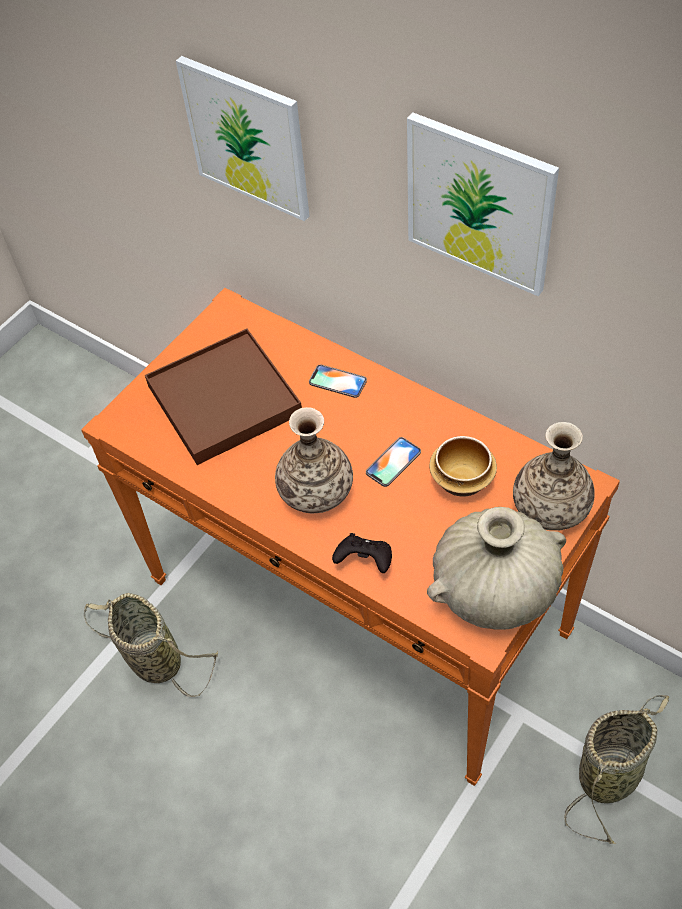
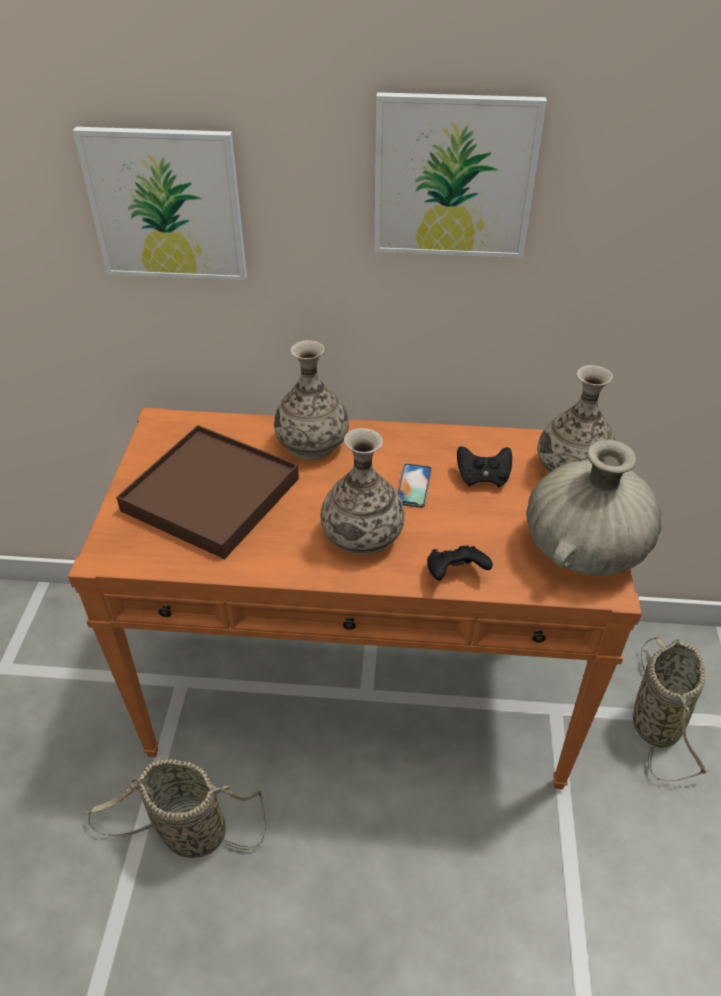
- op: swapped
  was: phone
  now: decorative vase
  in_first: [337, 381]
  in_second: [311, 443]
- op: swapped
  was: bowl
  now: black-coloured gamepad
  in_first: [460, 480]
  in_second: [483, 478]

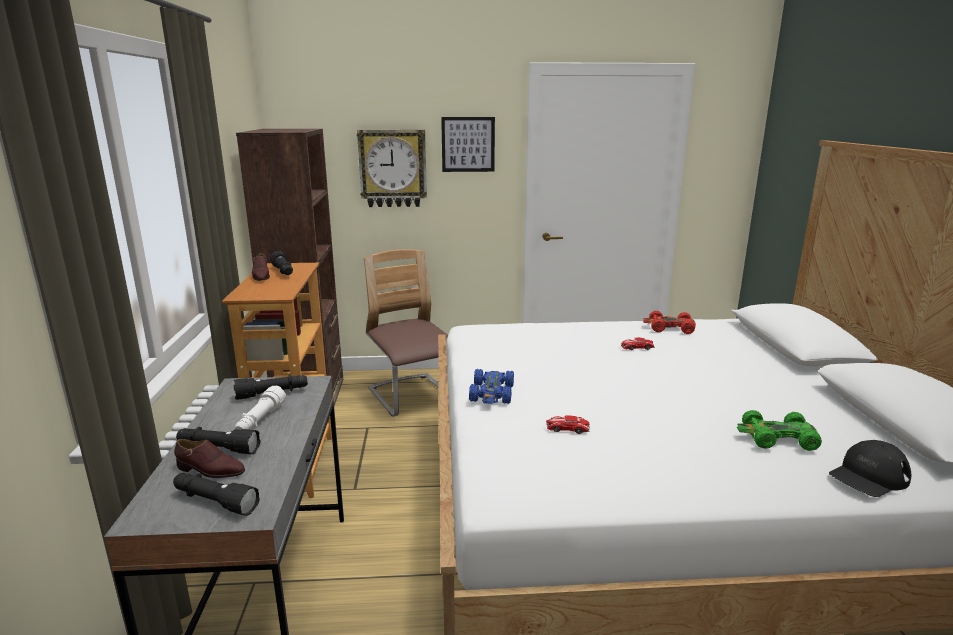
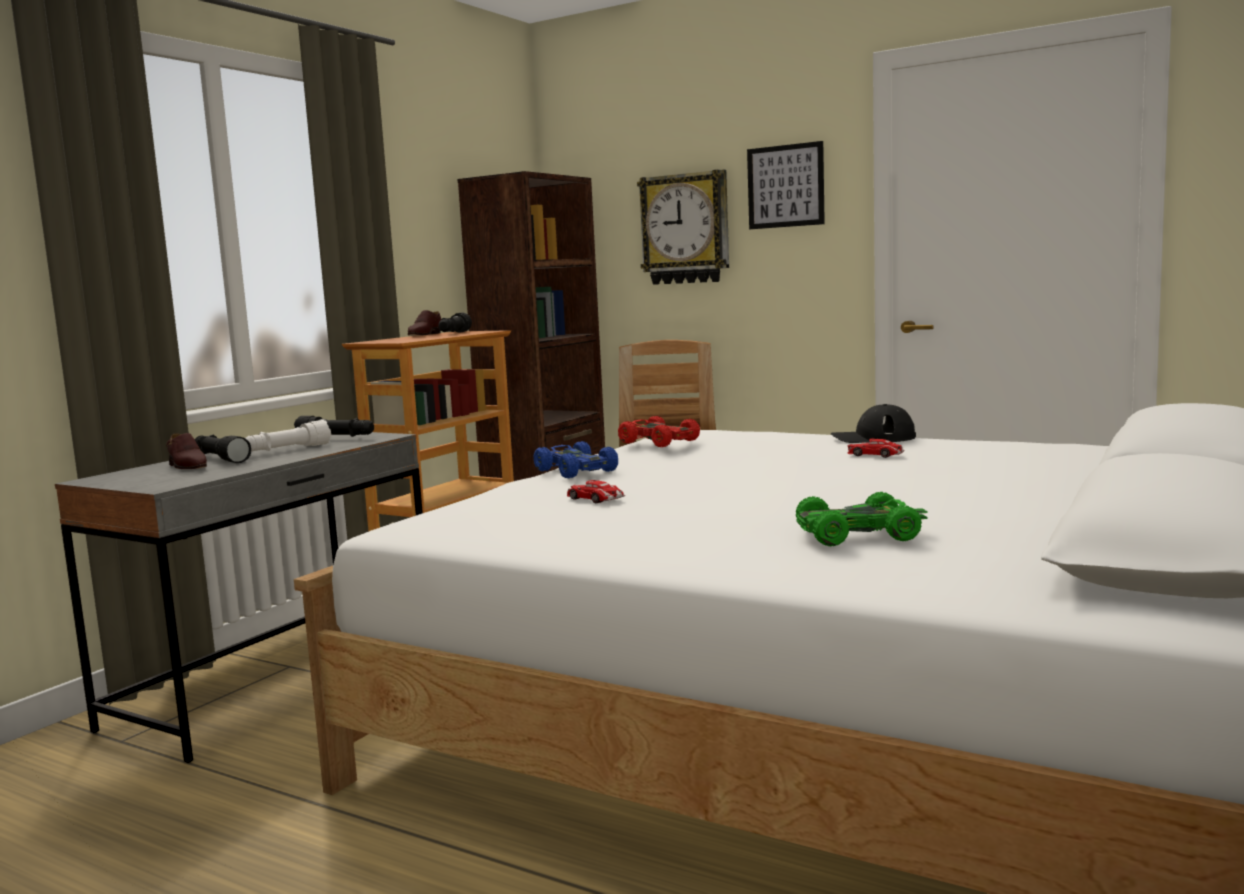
- op: rotated
  was: blue toy car
  in_first: [492, 394]
  in_second: [574, 471]
  clockwise: 105
- op: shifted
  was: red toy car
  in_first: [669, 328]
  in_second: [657, 442]
- op: rotated
  was: green-coloured toy car
  in_first: [777, 438]
  in_second: [859, 534]
  clockwise: 135
- op: shifted
  was: black-coloured peaked cap
  in_first: [868, 476]
  in_second: [873, 438]
- op: gone
  was: black-coloured flashlight
  in_first: [215, 501]

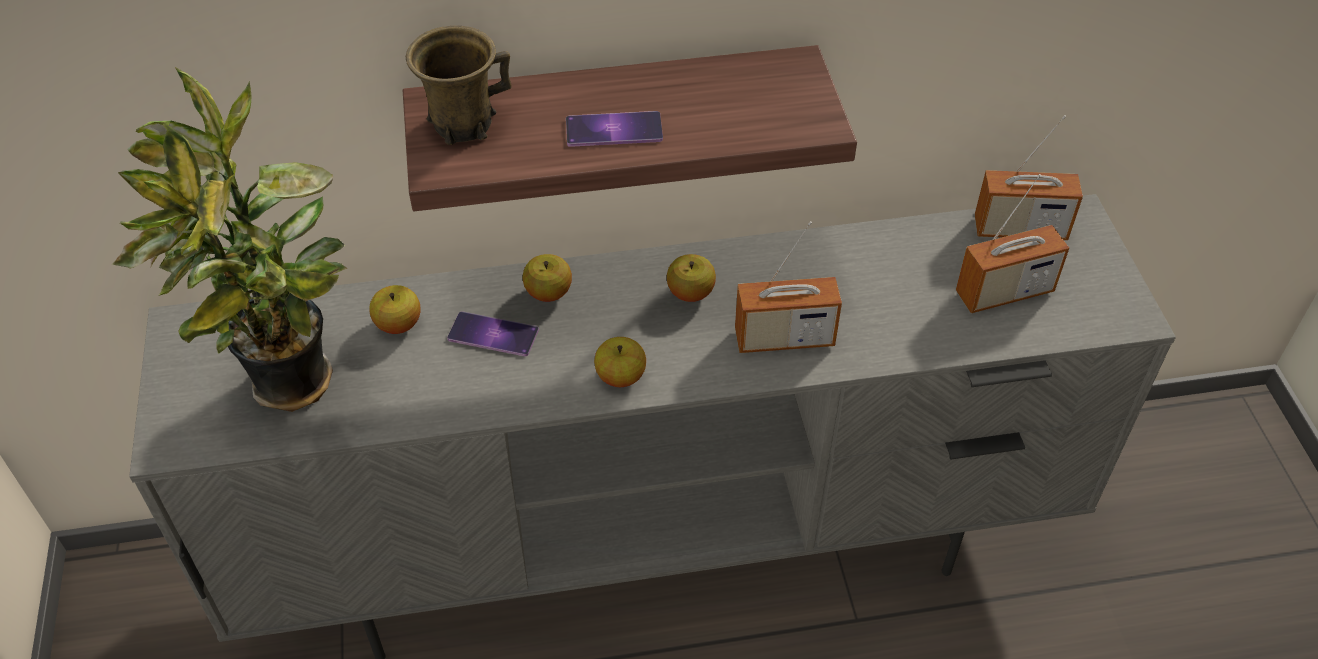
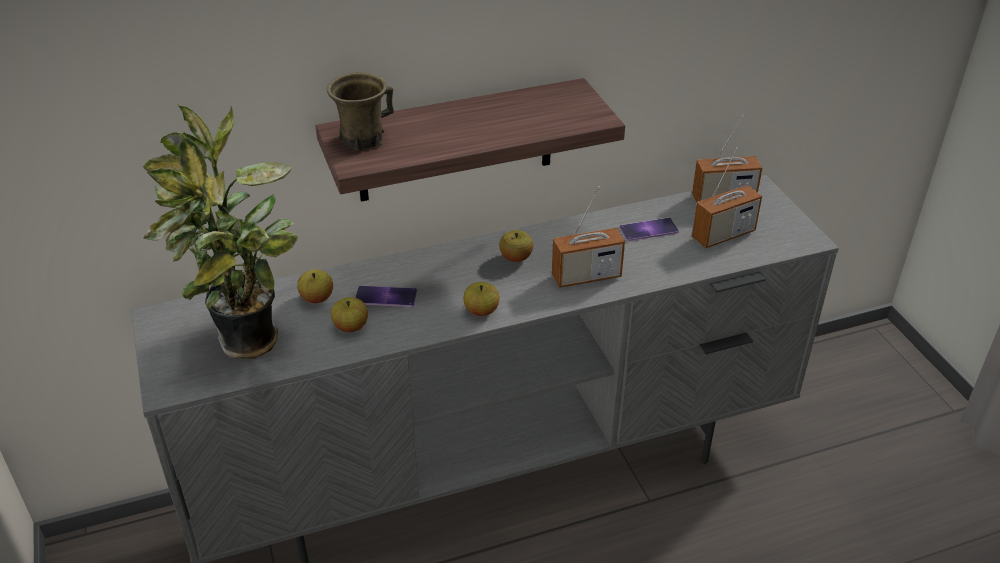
- op: shifted
  was: apple
  in_first: [548, 293]
  in_second: [351, 327]
- op: shifted
  was: phone
  in_first: [614, 129]
  in_second: [648, 230]

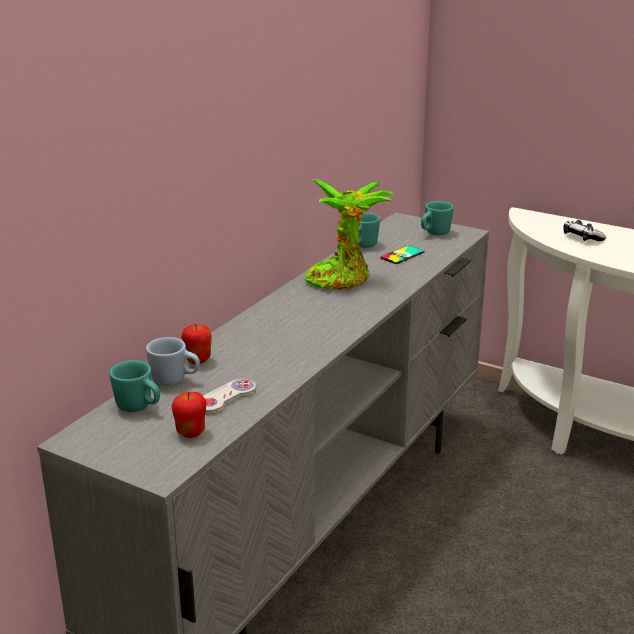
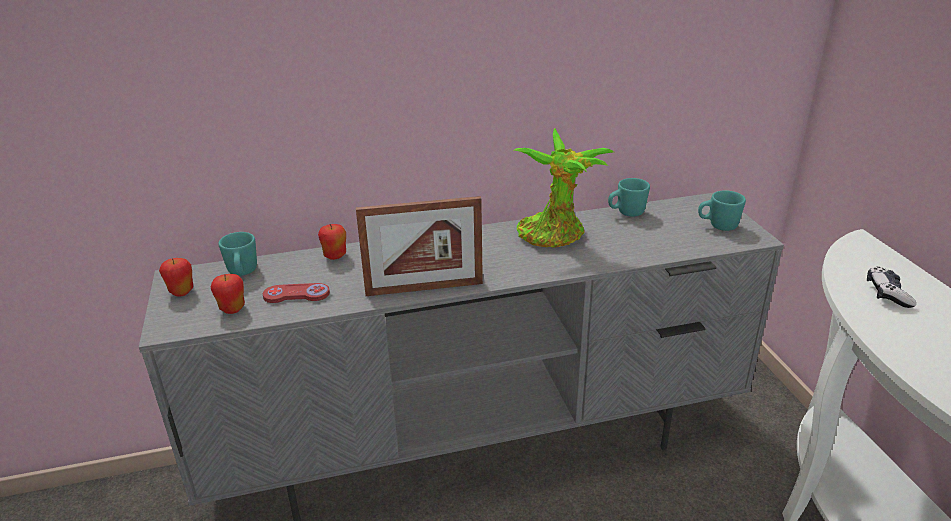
- op: new
  now: apple
  in_second: [181, 292]
- op: repainted
  was: white gamepad
  now: red gamepad
  in_first: [226, 398]
  in_second: [296, 295]
- op: new
  now: picture frame
  in_second: [424, 288]
- op: gone
  was: blue mug
  in_first: [175, 381]
- op: gone
  was: phone
  in_first: [402, 255]

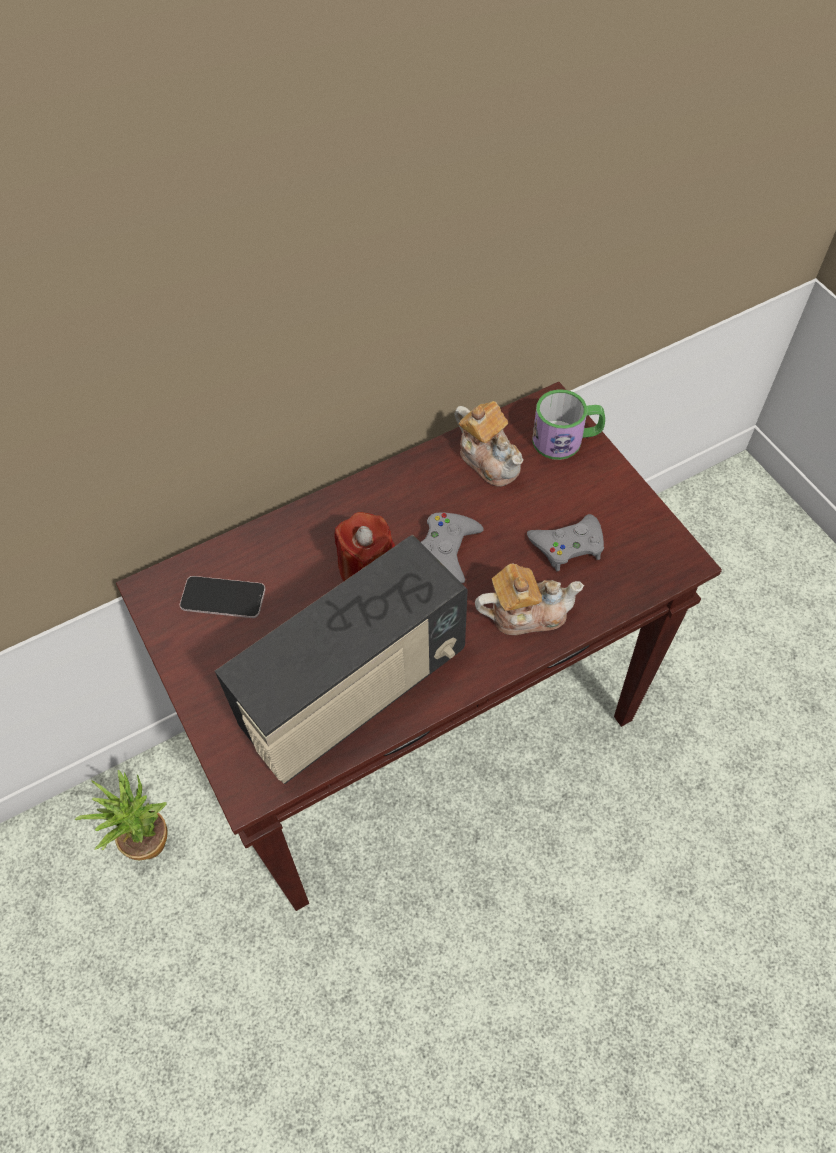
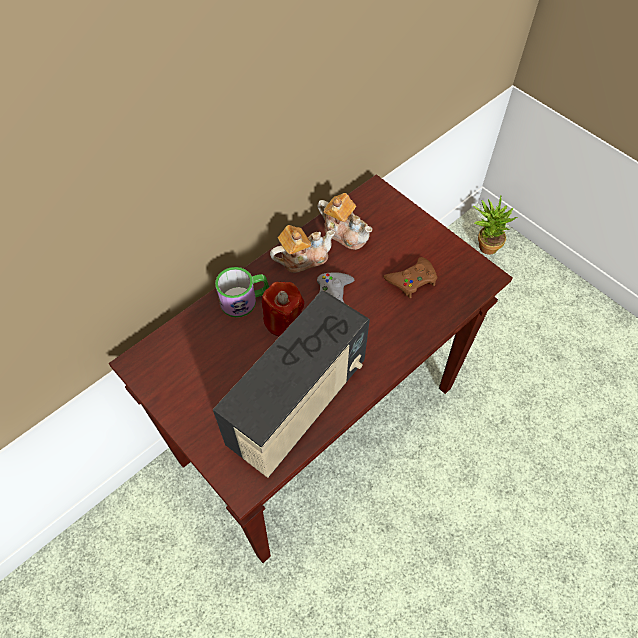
- op: shifted
  was: mug
  in_first: [566, 439]
  in_second: [245, 300]
- op: shifted
  was: tea pot
  in_first: [526, 613]
  in_second: [303, 258]
- op: repainted
  was: gray gamepad
  now: brown-coloured gamepad
  in_first: [568, 545]
  in_second: [412, 280]
- op: shifted
  was: plant in a pot
  in_first: [144, 837]
  in_second: [484, 245]
- op: gone
  was: phone
  in_first: [223, 598]

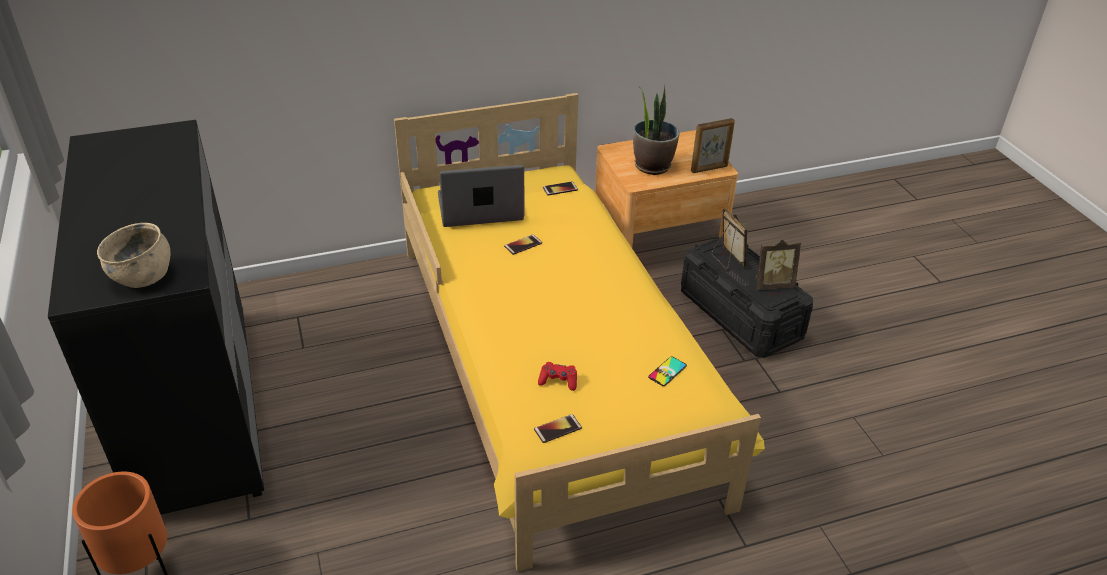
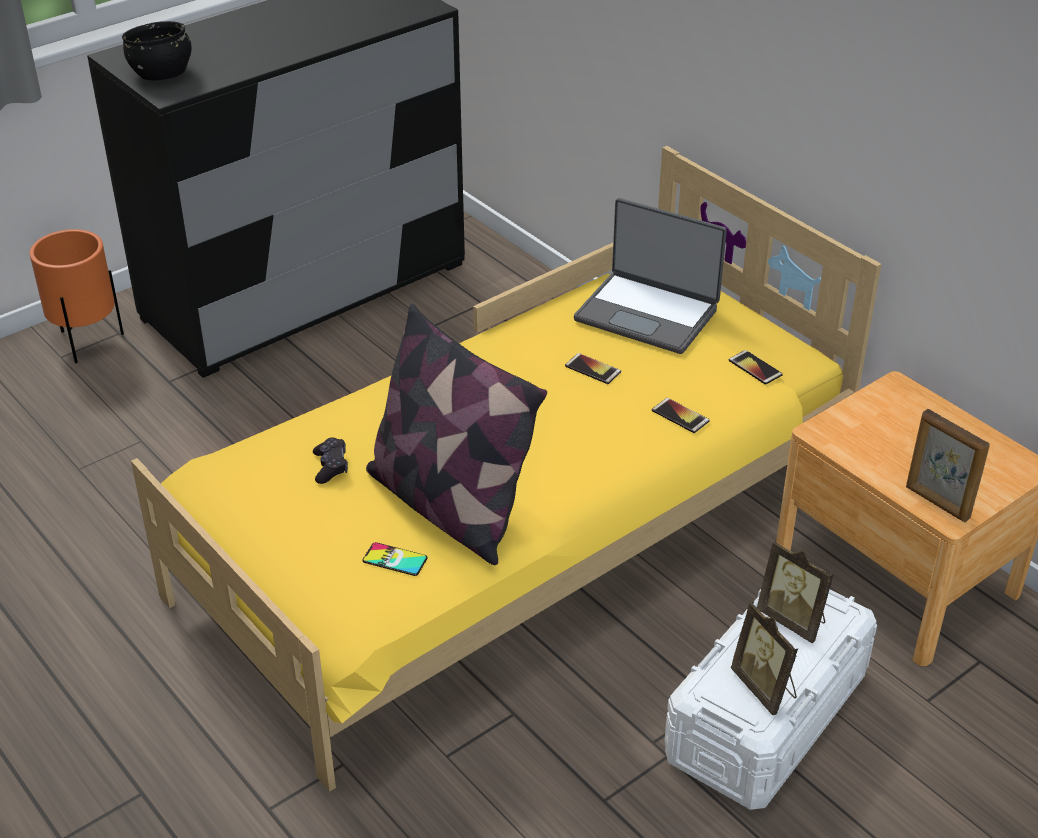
- op: repainted
  was: beige-coloured bowl
  now: black-coloured bowl
  in_first: [143, 276]
  in_second: [162, 73]
- op: repainted
  was: red gamepad
  now: black-coloured gamepad
  in_first: [558, 381]
  in_second: [330, 466]
- op: new
  now: pillow
  in_second: [448, 505]
- op: rotated
  was: portable computer
  in_first: [480, 209]
  in_second: [648, 313]
  clockwise: 150
- op: shifted
  was: phone
  in_first: [558, 429]
  in_second: [680, 416]
- op: repainted
  was: black-coloured storage container
  now: white storage container
  in_first: [740, 314]
  in_second: [767, 716]
- op: rotated
  was: picture frame
  in_first: [727, 260]
  in_second: [793, 620]
  clockwise: 90
- op: gone
  was: plant in a pot
  in_first: [652, 165]

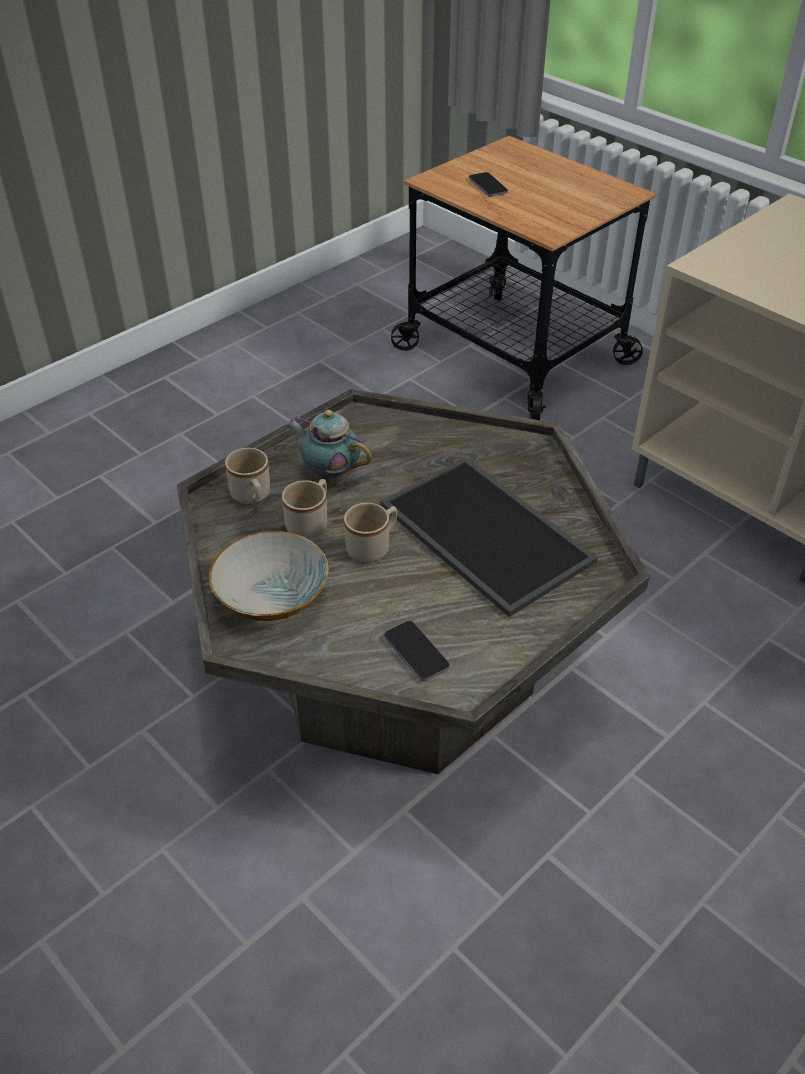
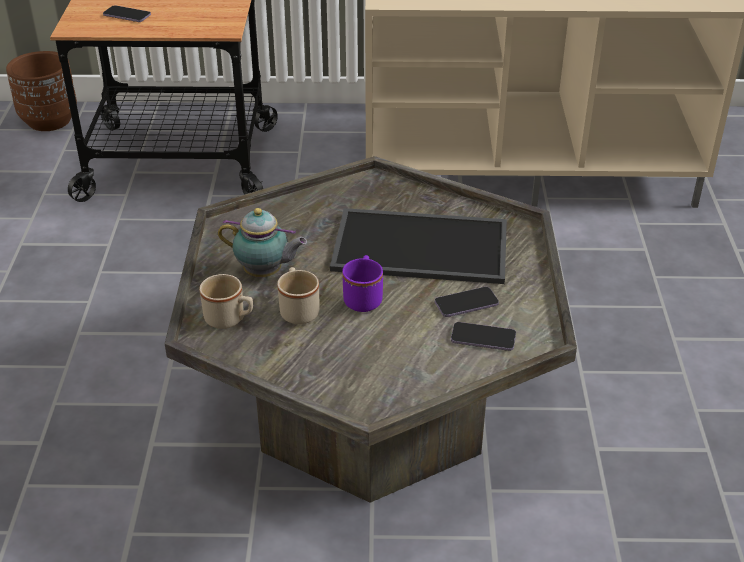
- op: new
  now: brown-coloured planter
  in_second: [49, 121]
- op: rotated
  was: tea pot
  in_first: [330, 476]
  in_second: [265, 273]
  clockwise: -150
- op: repainted
  was: beige-coloured mug
  now: purple-coloured mug
  in_first: [373, 546]
  in_second: [363, 297]
- op: new
  now: phone
  in_second: [466, 304]
- op: gone
  was: bowl
  in_first: [271, 598]

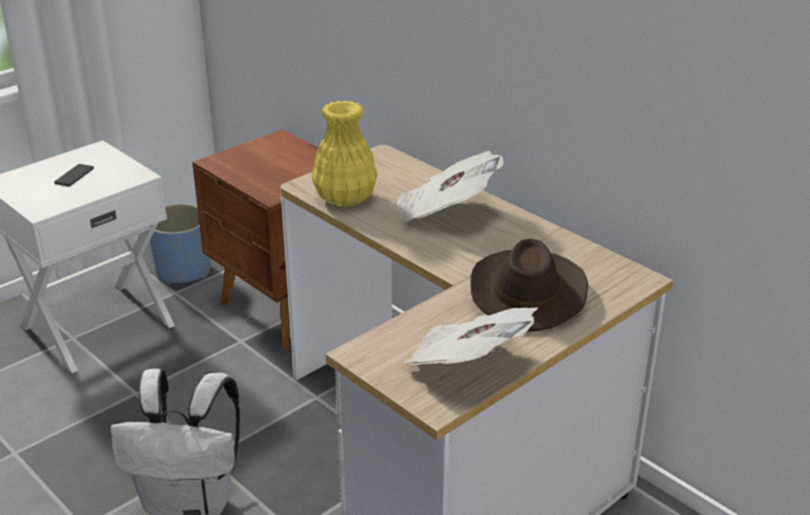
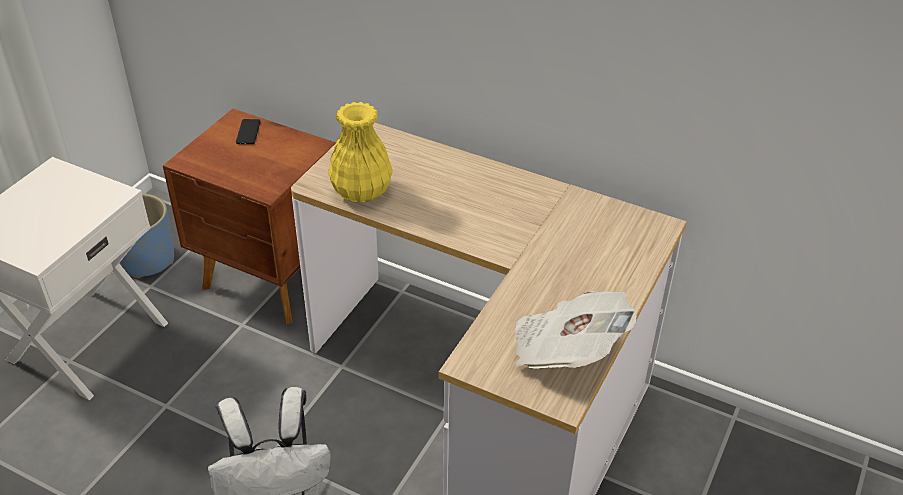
- op: shifted
  was: phone
  in_first: [74, 175]
  in_second: [248, 132]
- op: gone
  was: daily paper
  in_first: [445, 211]
- op: gone
  was: brown-coloured hat
  in_first: [527, 292]

